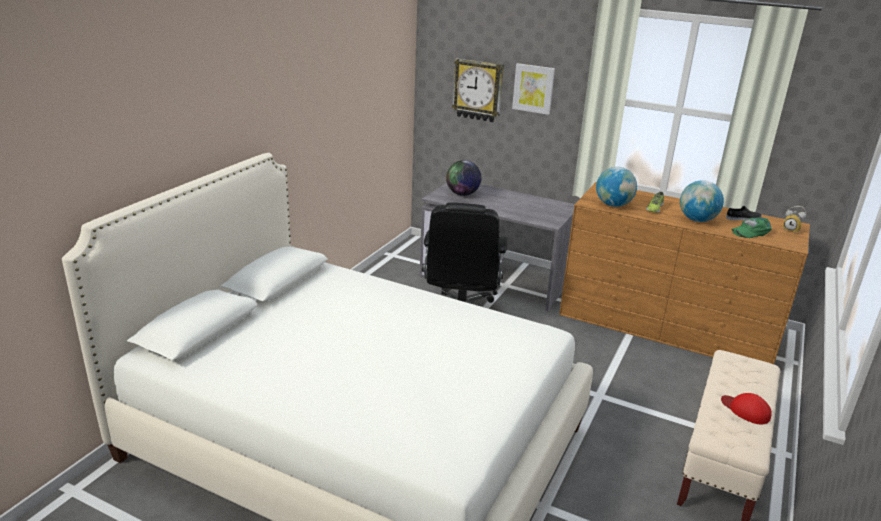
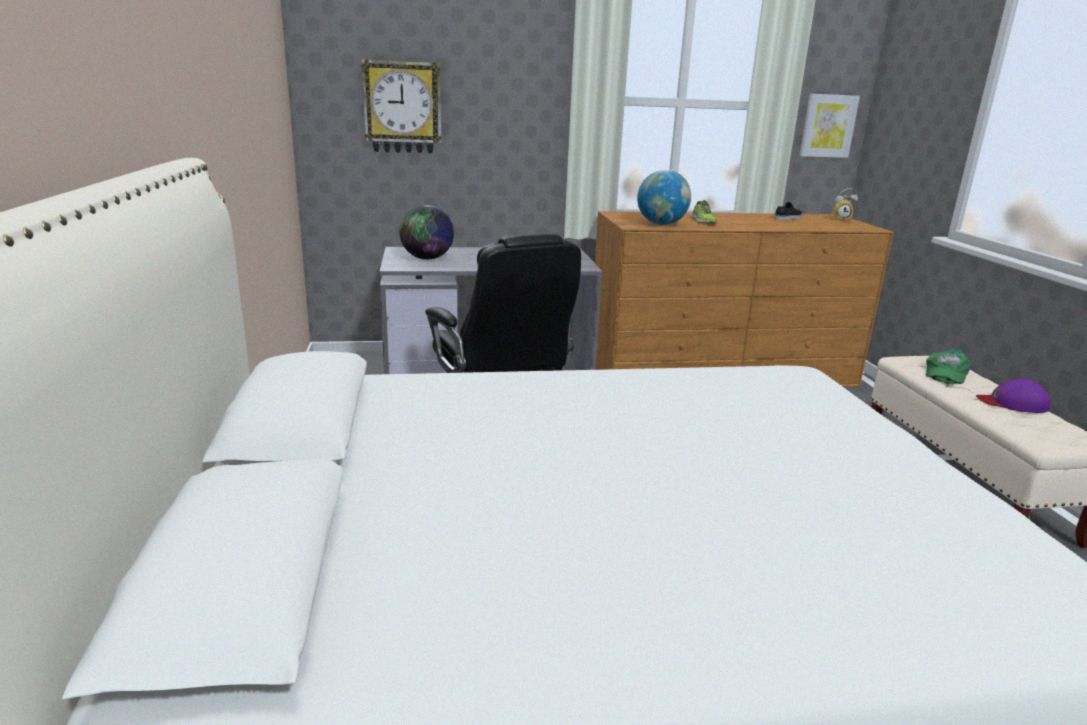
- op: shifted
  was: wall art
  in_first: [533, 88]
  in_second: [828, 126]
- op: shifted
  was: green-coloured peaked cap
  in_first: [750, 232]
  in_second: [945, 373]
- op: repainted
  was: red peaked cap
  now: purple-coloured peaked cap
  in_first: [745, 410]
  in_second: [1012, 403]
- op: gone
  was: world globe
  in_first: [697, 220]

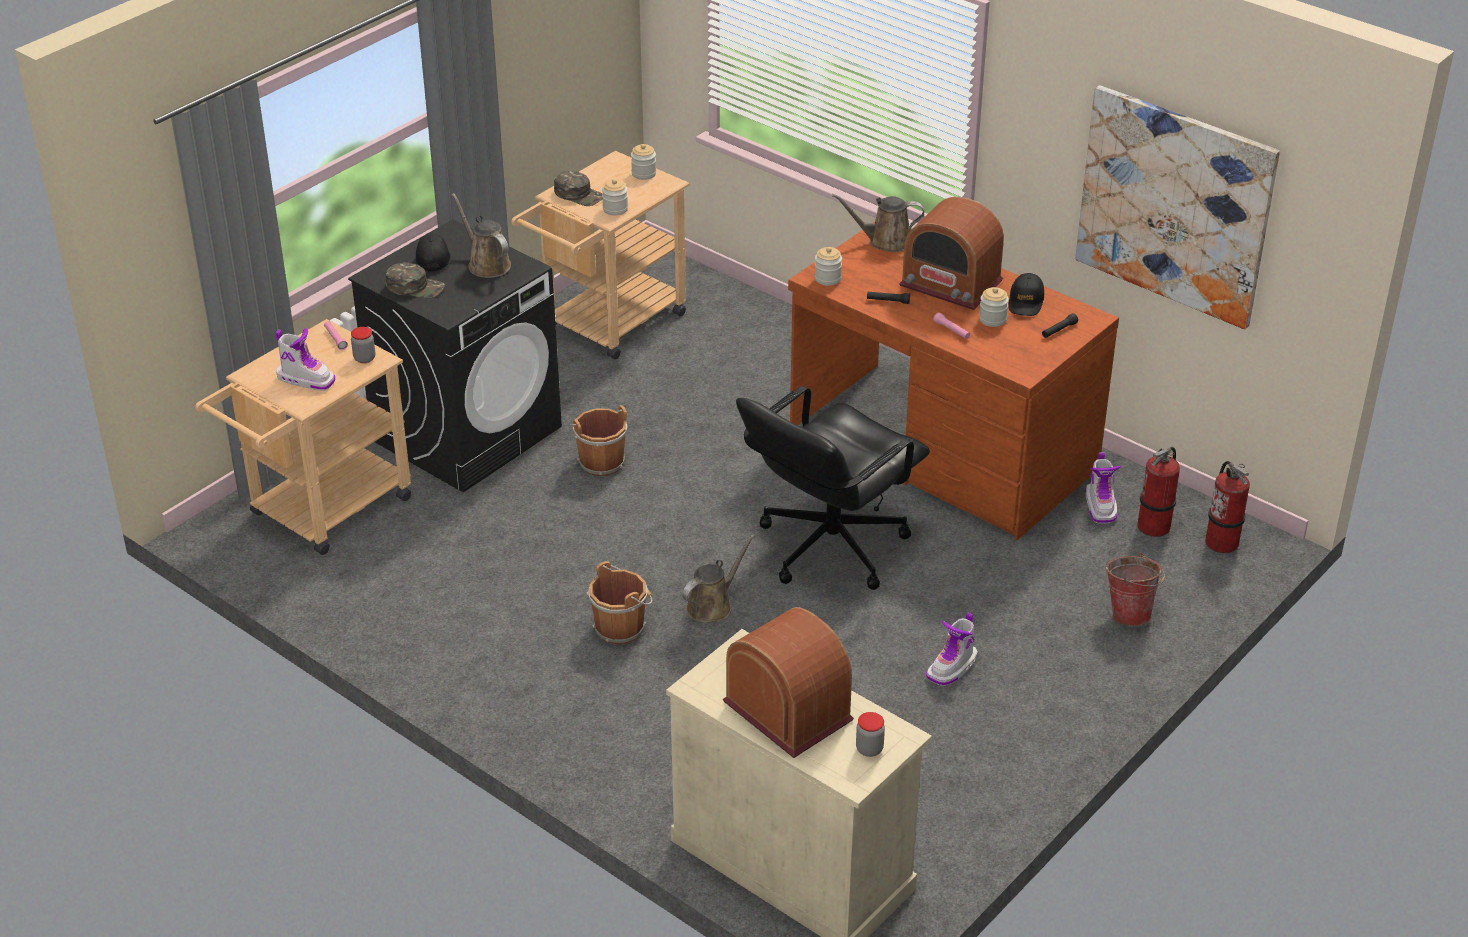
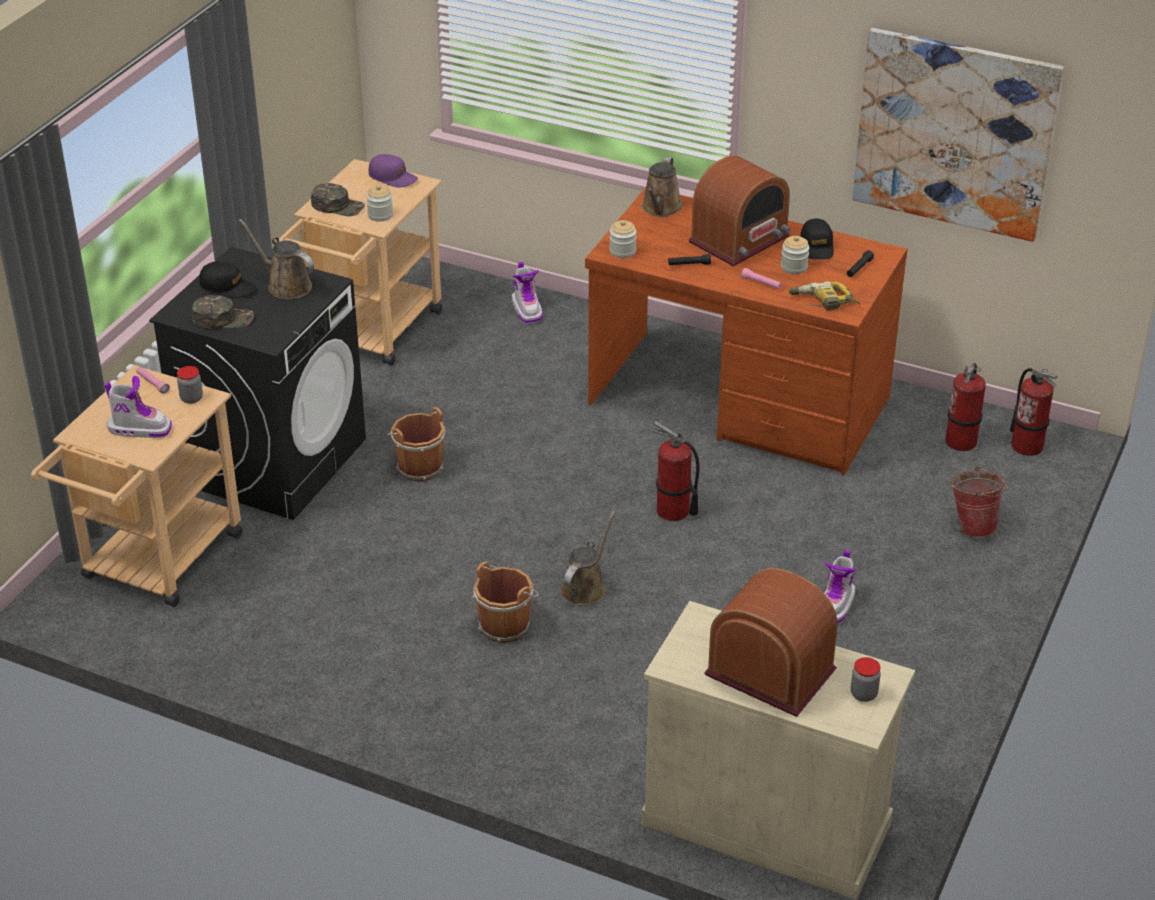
- op: rotated
  was: black-coloured peaked cap
  in_first: [432, 257]
  in_second: [227, 287]
  clockwise: 135
- op: swapped
  was: jar
  now: purple-coloured peaked cap
  in_first: [643, 174]
  in_second: [393, 177]
- op: shifted
  was: high-top boot
  in_first: [1101, 506]
  in_second: [527, 310]
- op: rotated
  was: brown-coloured watering can
  in_first: [885, 241]
  in_second: [660, 209]
  clockwise: -60
- op: swapped
  was: black-coloured desk chair
  now: extinguisher
  in_first: [829, 546]
  in_second: [673, 511]
- op: rotated
  was: radio set
  in_first: [950, 283]
  in_second: [739, 239]
  clockwise: -60
- op: new
  now: power drill
  in_second: [822, 302]

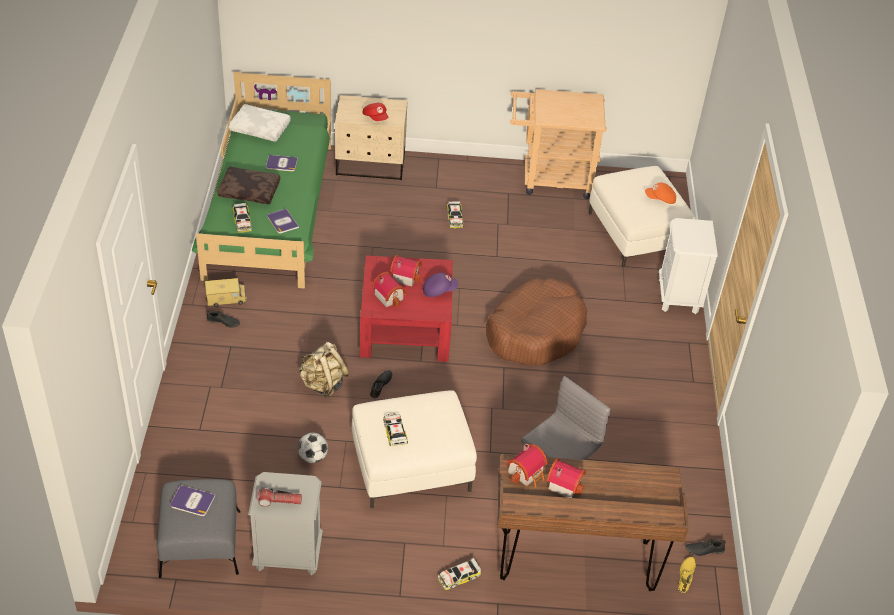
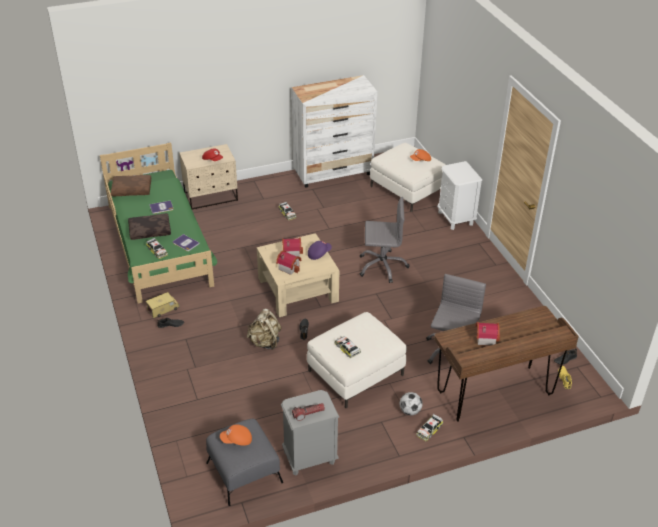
- op: repainted
  was: white pillow
  now: brown-coloured pillow
  in_first: [261, 128]
  in_second: [132, 189]
- op: swapped
  was: volume
  now: orange peaked cap
  in_first: [192, 501]
  in_second: [237, 440]
- op: repainted
  was: red lounge table
  now: beige-coloured lounge table
  in_first: [405, 328]
  in_second: [298, 289]
- op: swapped
  was: beige-coloured cart
  now: white drawer chest
  in_first: [550, 179]
  in_second: [333, 173]
- op: swapped
  was: brown-coloured dog cushion
  now: gray desk chair
  in_first: [535, 332]
  in_second: [382, 266]
- op: shifted
  was: football
  in_first: [313, 457]
  in_second: [410, 411]
- op: gone
  was: model house
  in_first: [527, 473]

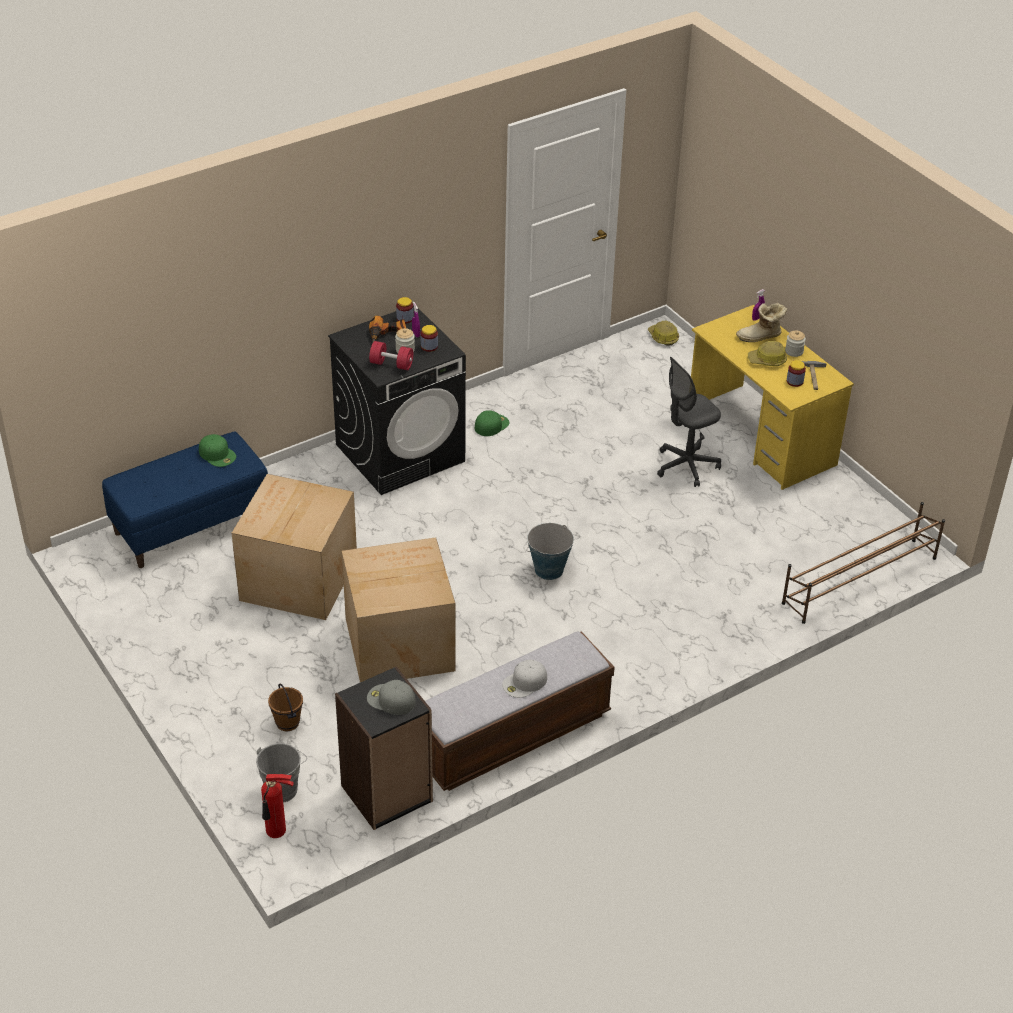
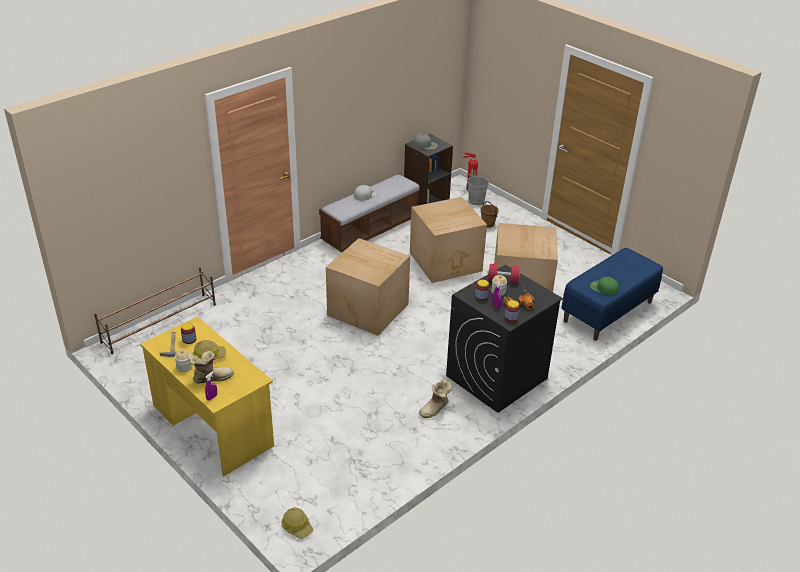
- op: swapped
  was: pail
  now: packing box
  in_first: [548, 570]
  in_second: [367, 309]
- op: swapped
  was: green-coloured peaked cap
  now: high-top boot
  in_first: [491, 425]
  in_second: [435, 409]
- op: gone
  was: gray desk chair
  in_first: [686, 466]

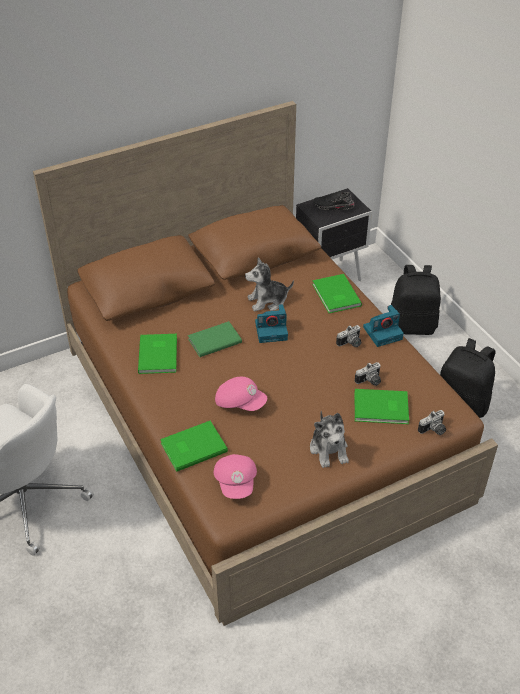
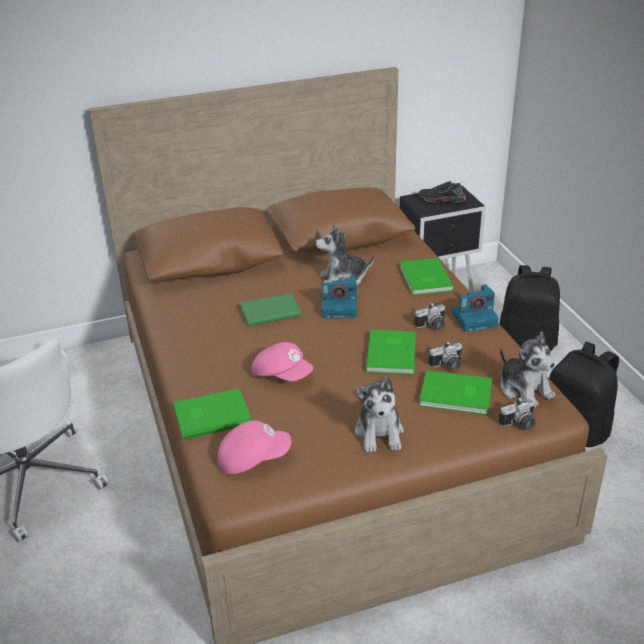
- op: rotated
  was: pink-coloured peaked cap
  in_first: [236, 482]
  in_second: [253, 458]
  clockwise: -105
- op: shifted
  was: green-coloured volume
  in_first: [159, 354]
  in_second: [393, 353]
- op: new
  now: cuddly toy
  in_second: [524, 389]

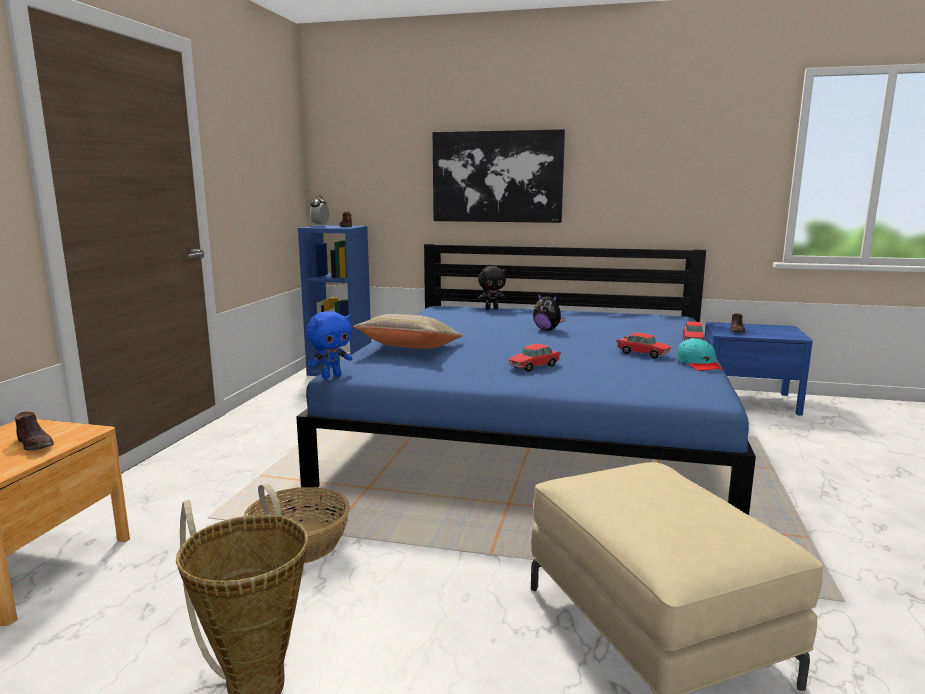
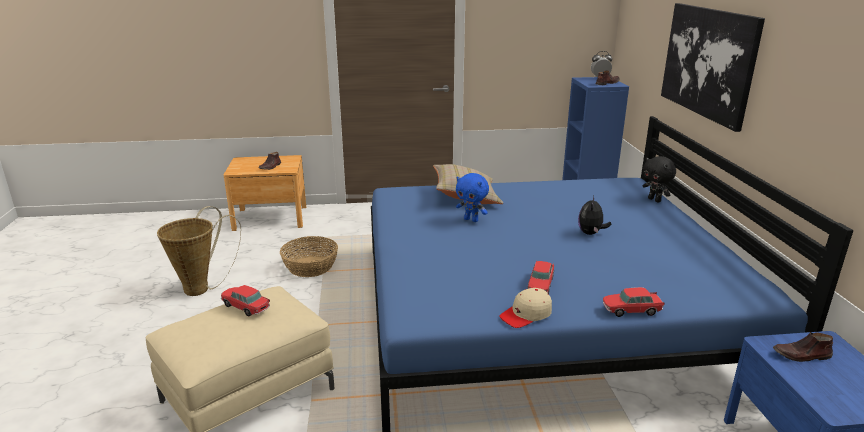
- op: shifted
  was: toy car
  in_first: [534, 366]
  in_second: [245, 307]
- op: shifted
  was: blue cuddly toy
  in_first: [331, 376]
  in_second: [471, 220]
- op: repainted
  was: blue-green peaked cap
  now: beige-coloured peaked cap
  in_first: [699, 364]
  in_second: [526, 315]

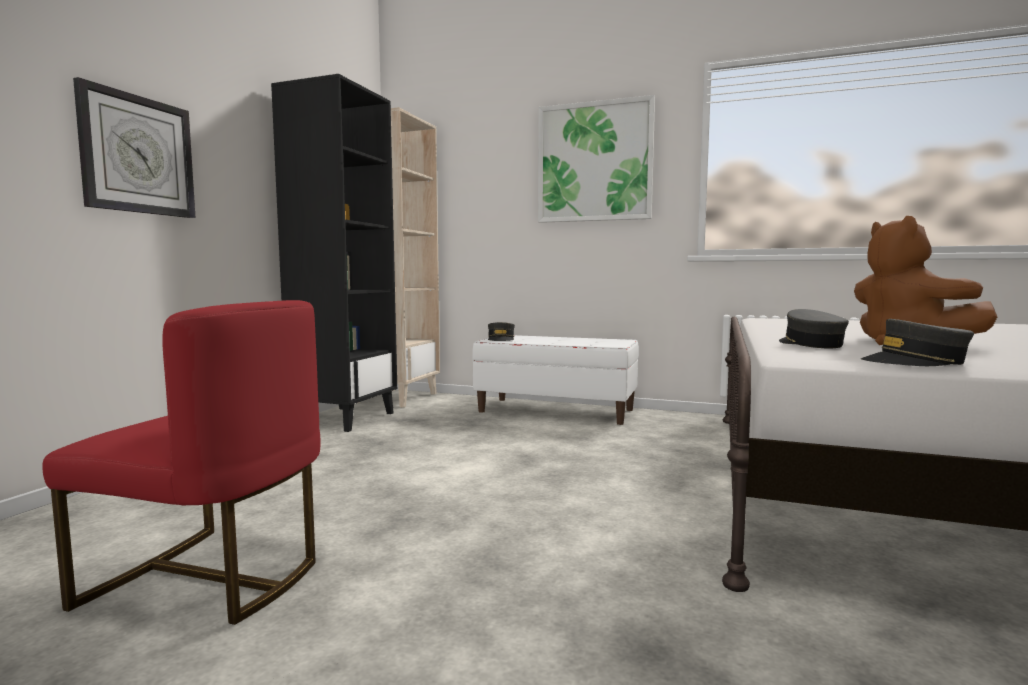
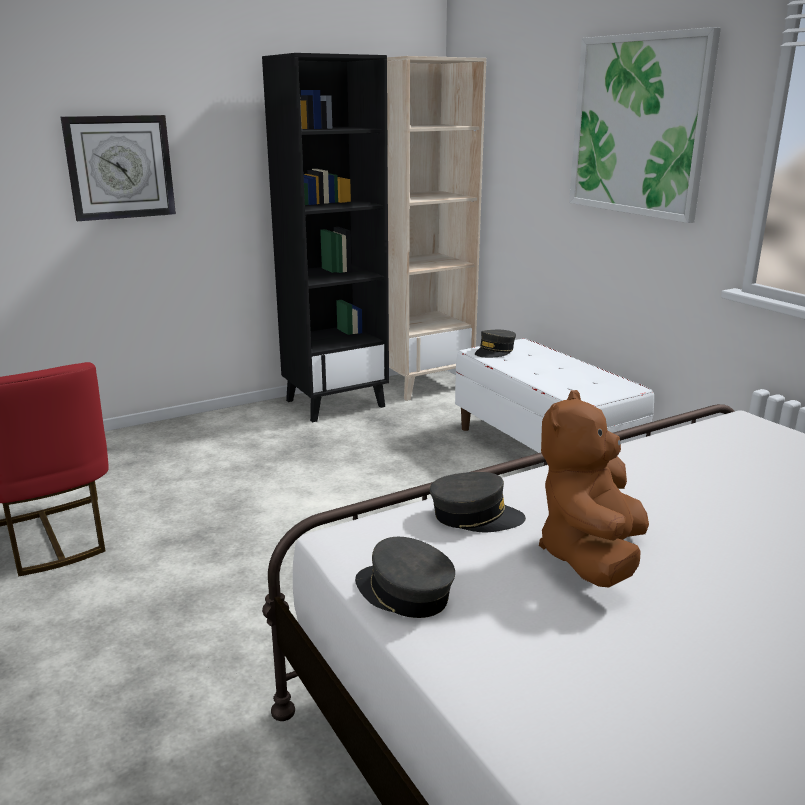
- op: rotated
  was: gray peaked cap
  in_first: [810, 344]
  in_second: [475, 516]
  clockwise: 60

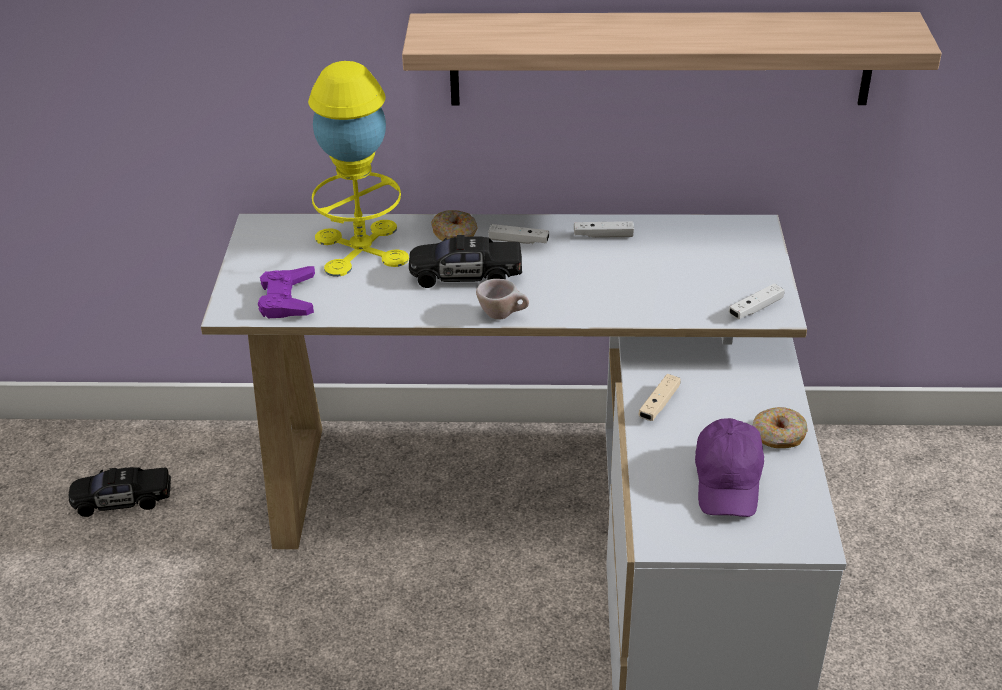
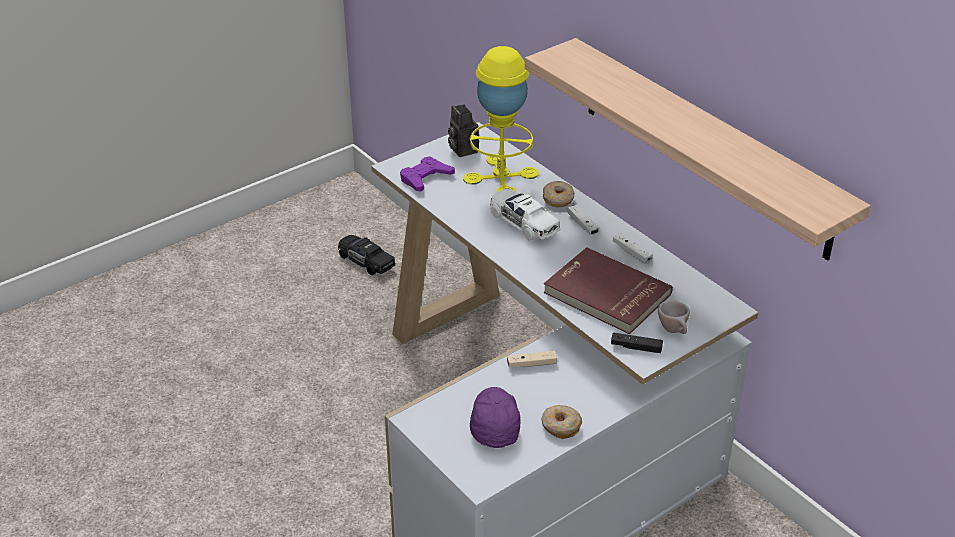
- op: new
  now: still camera
  in_second: [462, 149]
- op: rotated
  was: purple-coloured peaked cap
  in_first: [728, 481]
  in_second: [494, 424]
  clockwise: 120
- op: repainted
  was: black-coloured toy car
  now: white toy car
  in_first: [465, 275]
  in_second: [523, 223]
- op: new
  now: red volume
  in_second: [606, 294]
- op: repainted
  was: white gamepad
  now: black-coloured gamepad
  in_first: [755, 308]
  in_second: [636, 347]
- op: shifted
  was: beige-coloured drinking cup
  in_first: [503, 315]
  in_second: [674, 331]

